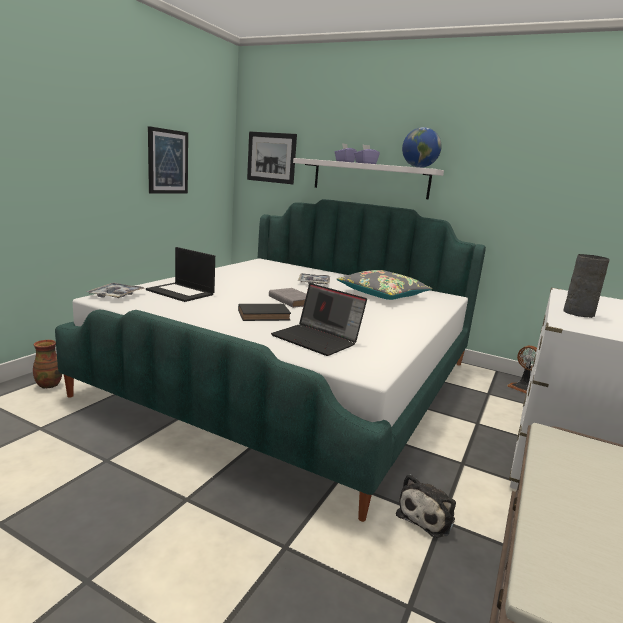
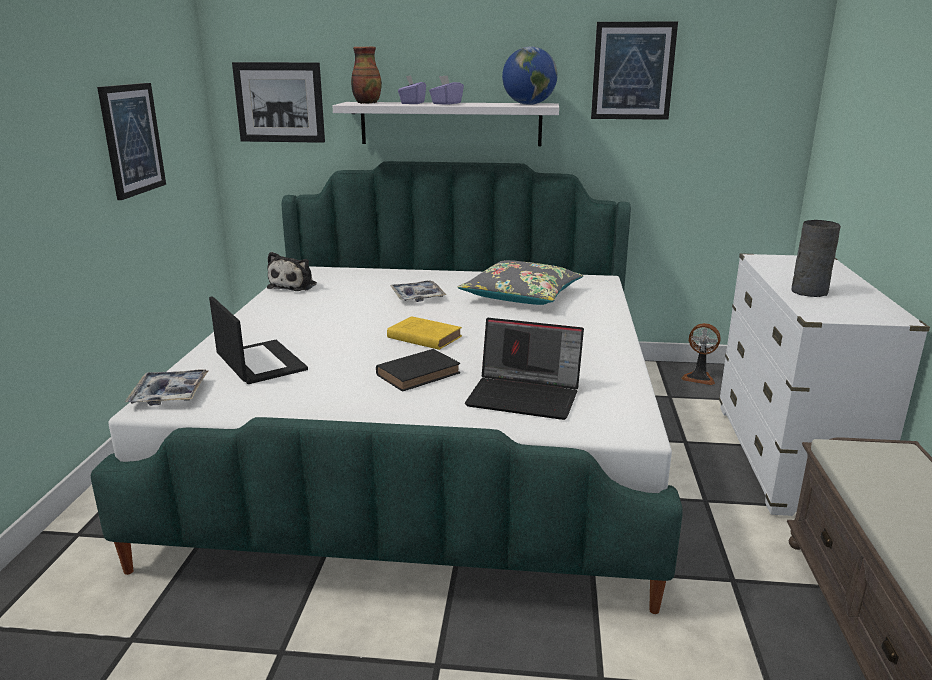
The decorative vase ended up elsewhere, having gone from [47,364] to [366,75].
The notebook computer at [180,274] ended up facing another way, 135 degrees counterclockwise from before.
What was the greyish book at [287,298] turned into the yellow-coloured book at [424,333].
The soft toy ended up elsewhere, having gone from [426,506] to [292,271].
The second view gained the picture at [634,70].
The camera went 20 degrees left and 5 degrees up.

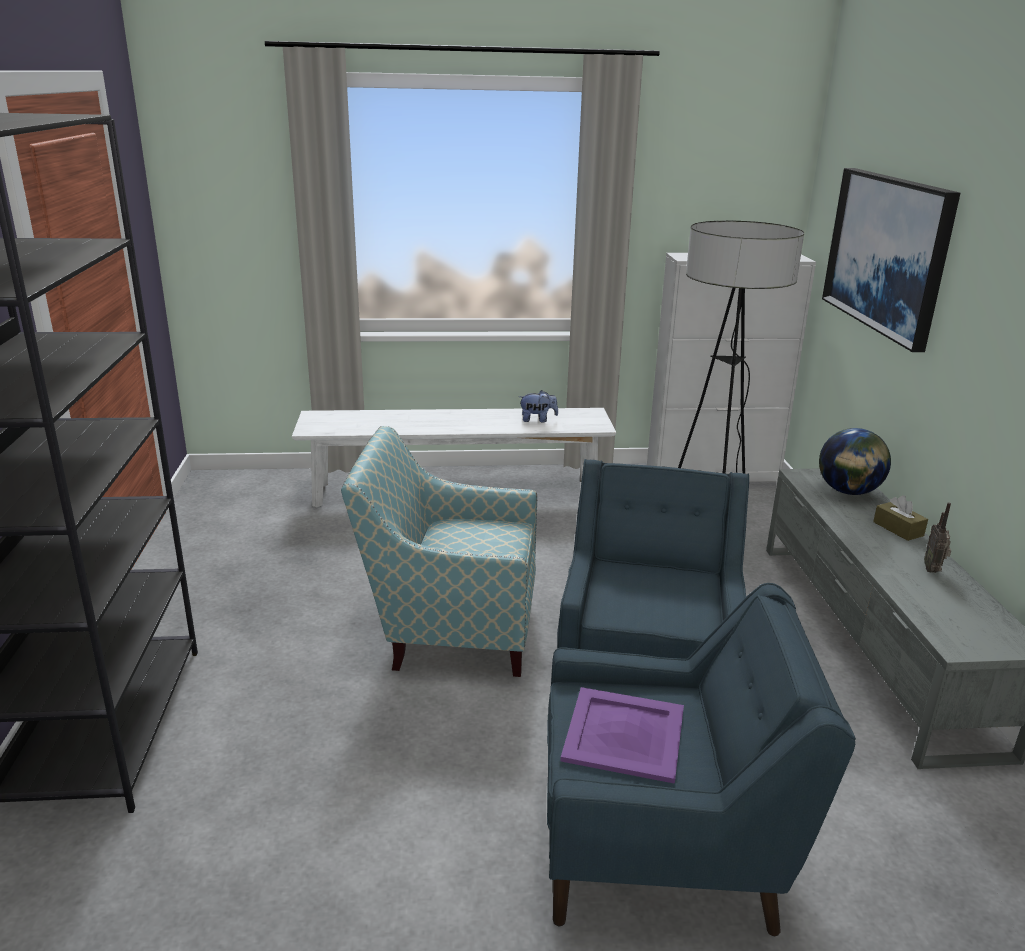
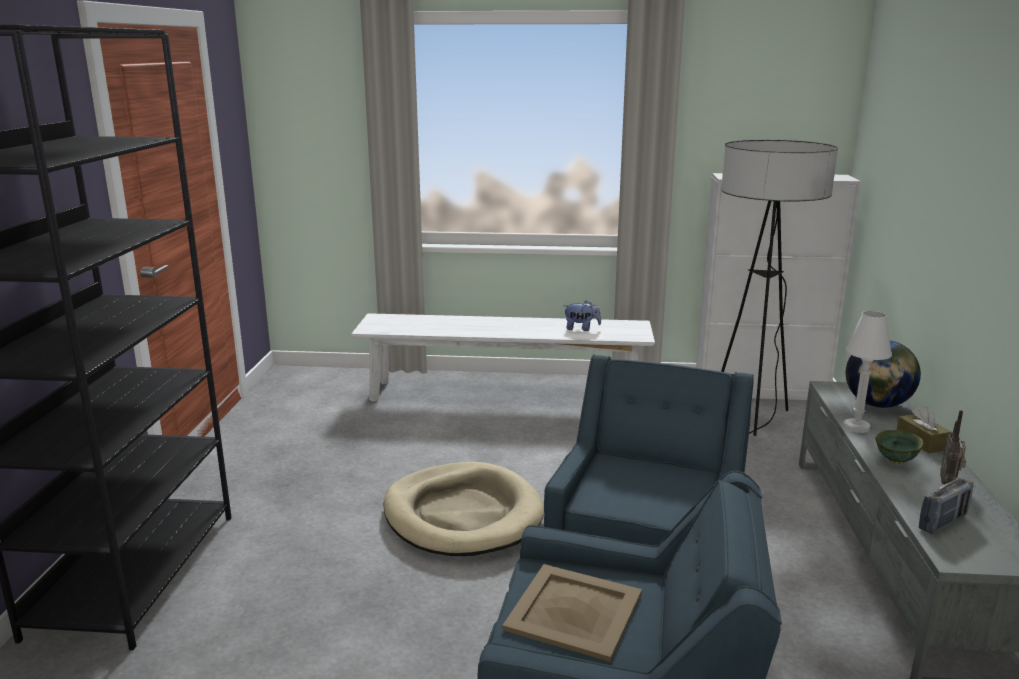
Where the armchair stood at [439,551], the beige dog bed came to stand at [463,509].
What was the purple serving tray at [622,735] turned into the beige serving tray at [572,613].
The second view lost the picture at [891,260].
The second view gained the white-coloured table lamp at [867,372].
The second view gained the greenish bowl at [899,447].
The second view gained the radio receiver at [946,506].
The camera went 10 degrees right and 5 degrees down.

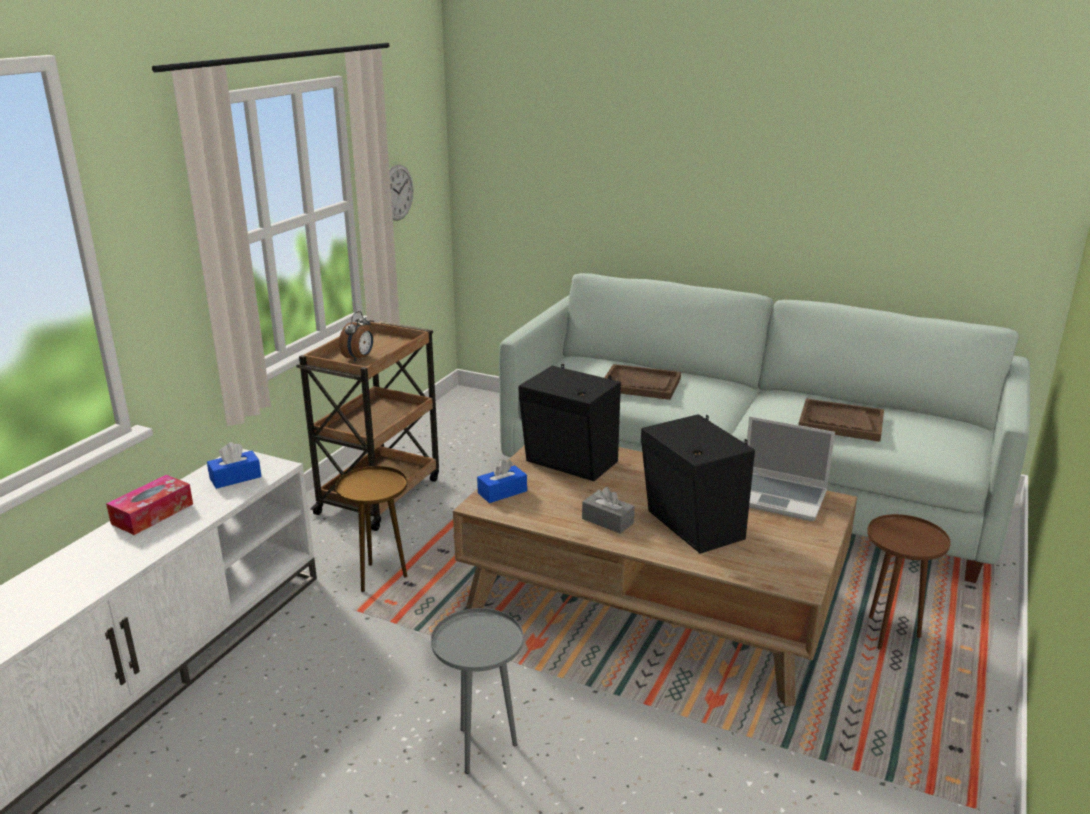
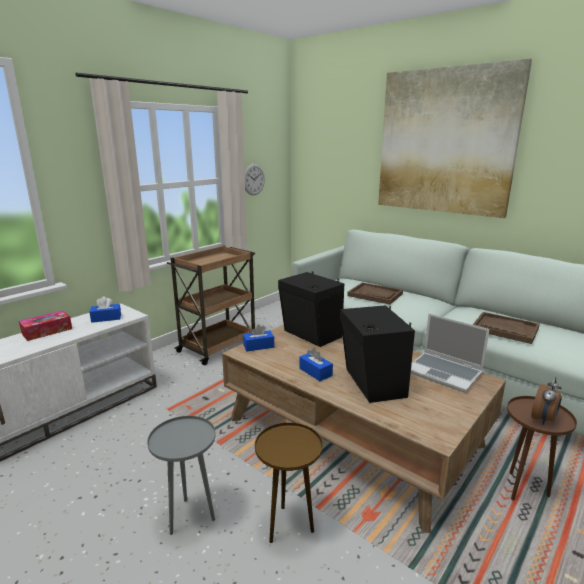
The brown accent table ended up elsewhere, having gone from [371,529] to [289,482].
The alarm clock ended up elsewhere, having gone from [356,336] to [546,400].
What was the greyish tissue holder at [608,510] turned into the blue-coloured tissue holder at [316,364].
The second view gained the picture at [455,138].
The camera went 15 degrees right and 5 degrees down.

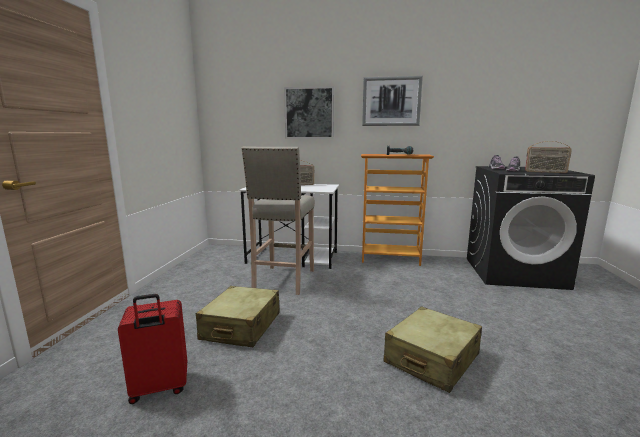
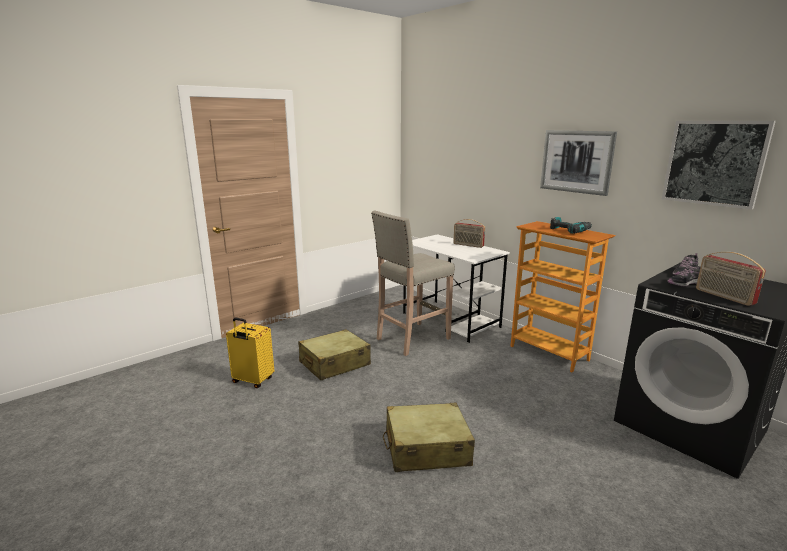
What was the red-coloured suitcase at [152,349] turned into the yellow-coloured suitcase at [250,353].
The picture ended up elsewhere, having gone from [309,112] to [719,165].
The camera went 40 degrees right and 5 degrees up.

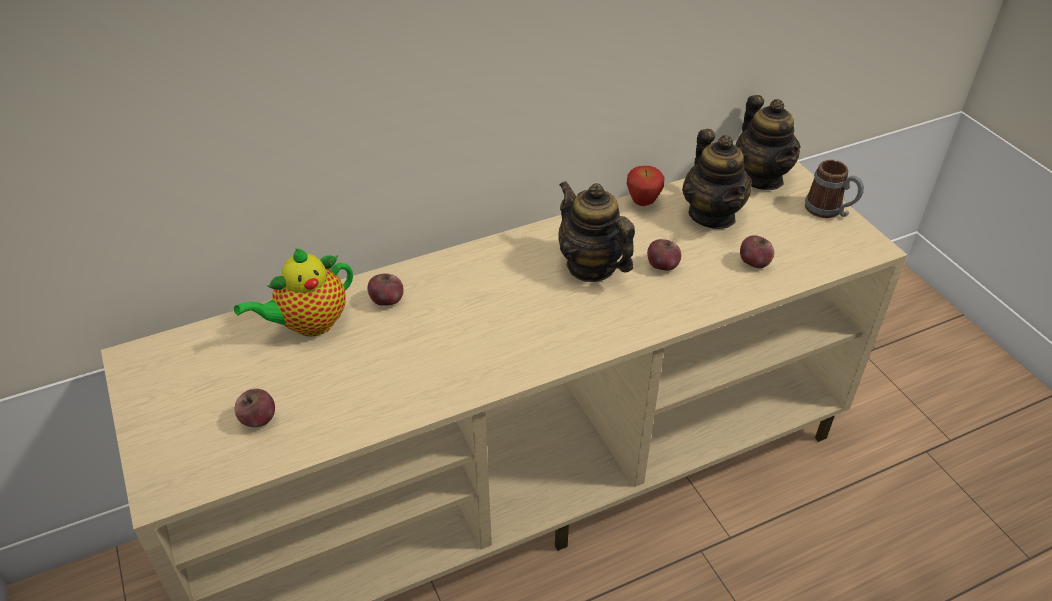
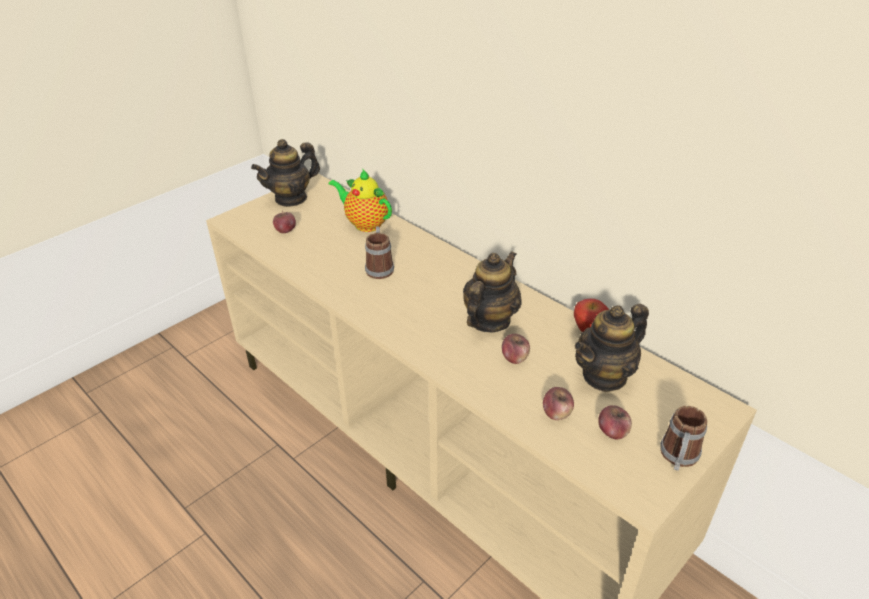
The apple ended up elsewhere, having gone from [385,290] to [615,422].
The tea pot ended up elsewhere, having gone from [767,142] to [285,173].
The second view gained the mug at [379,253].
The camera went 70 degrees right and 5 degrees down.

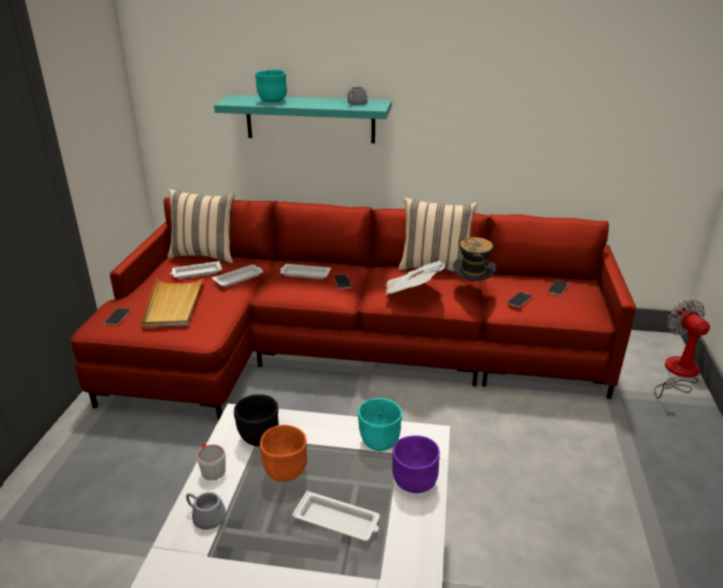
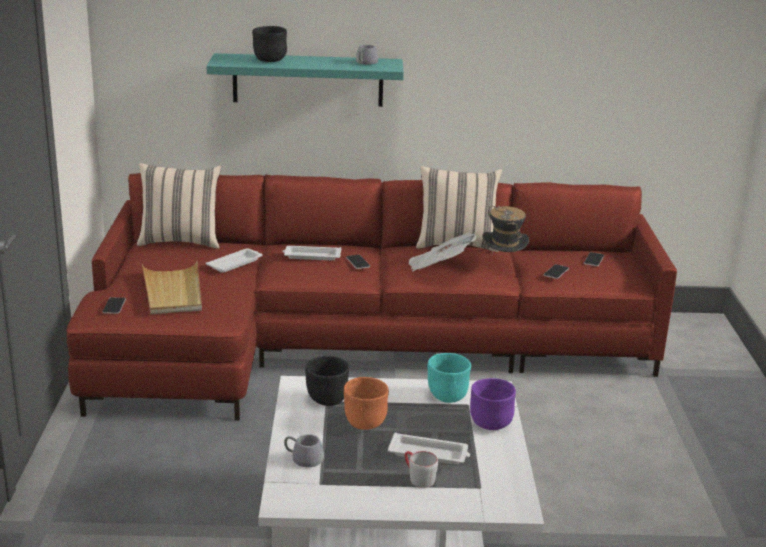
The second view lost the white-coloured serving tray at [196,270].
The greyish mug ended up elsewhere, having gone from [211,461] to [421,469].
What was the turquoise-coloured bowl at [271,86] turned into the blackish bowl at [269,44].
The second view lost the fan at [682,348].
The camera went 10 degrees left and 5 degrees down.

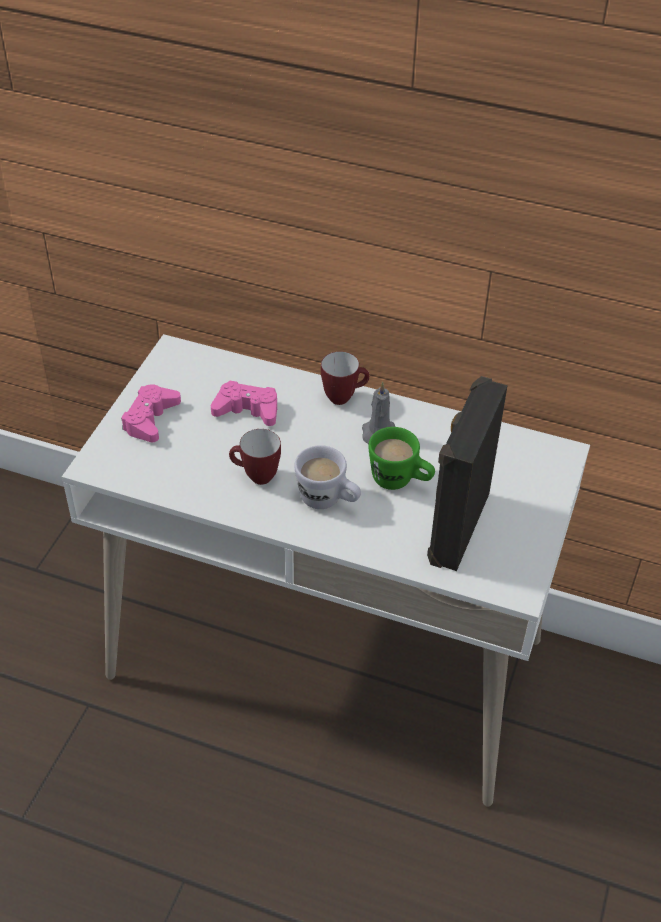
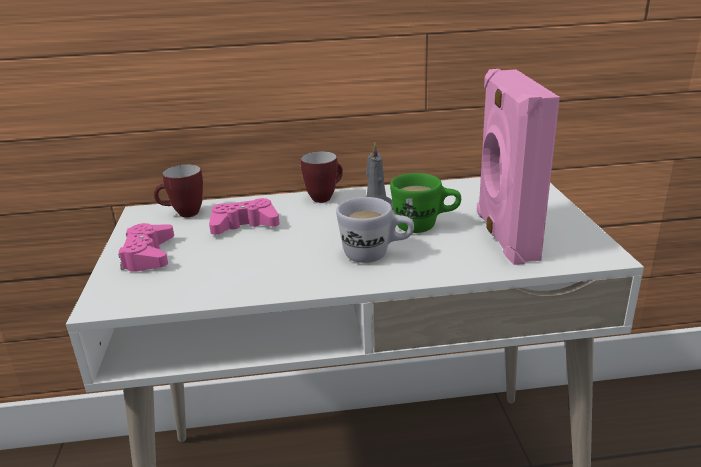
The mug ended up elsewhere, having gone from [255,457] to [178,191].
What was the blackish speaker at [467,473] turned into the pinkish speaker at [518,167].
The camera went 25 degrees left and 20 degrees down.

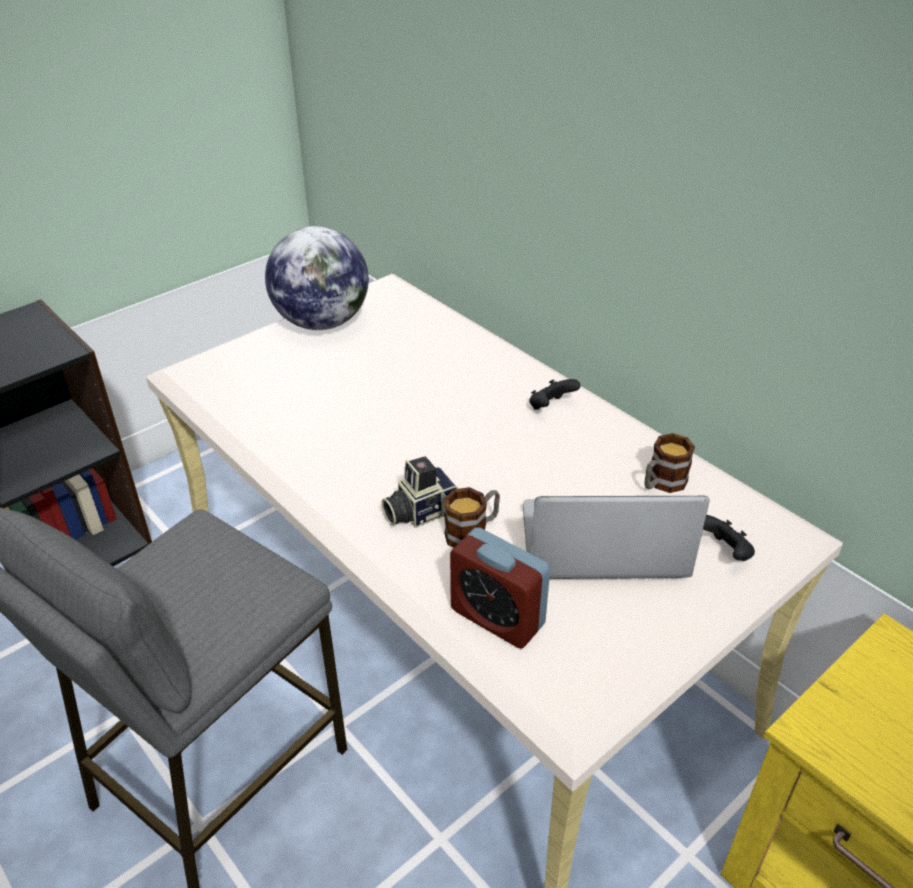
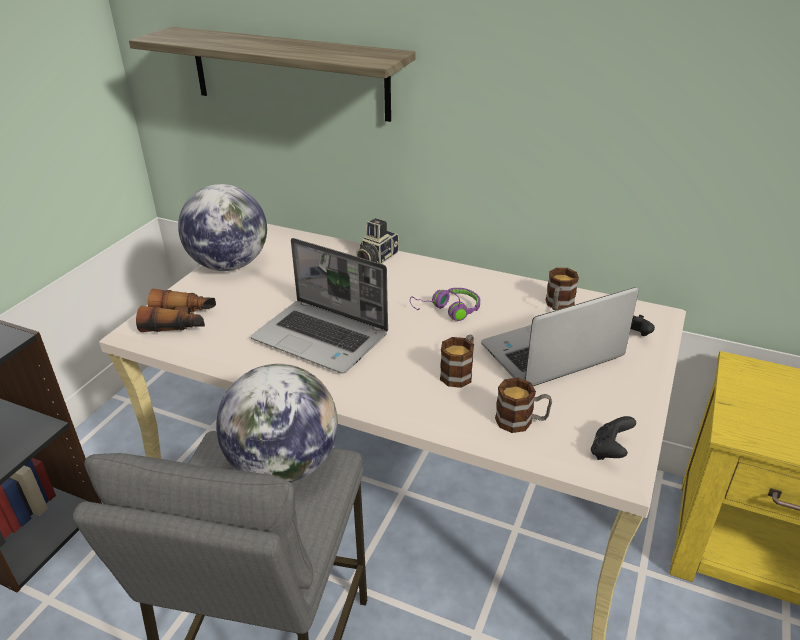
The still camera ended up elsewhere, having gone from [419,492] to [377,241].
Where the alarm clock stood at [500,588], the mug came to stand at [523,405].
The blackish joypad ended up elsewhere, having gone from [555,394] to [613,438].
The second view gained the bracket shelf at [272,74].
The second view gained the pair of binoculars at [176,310].
The second view gained the world globe at [277,423].
The second view gained the notebook computer at [319,306].
The second view gained the purple headset at [445,304].
The camera went 25 degrees left and 5 degrees down.

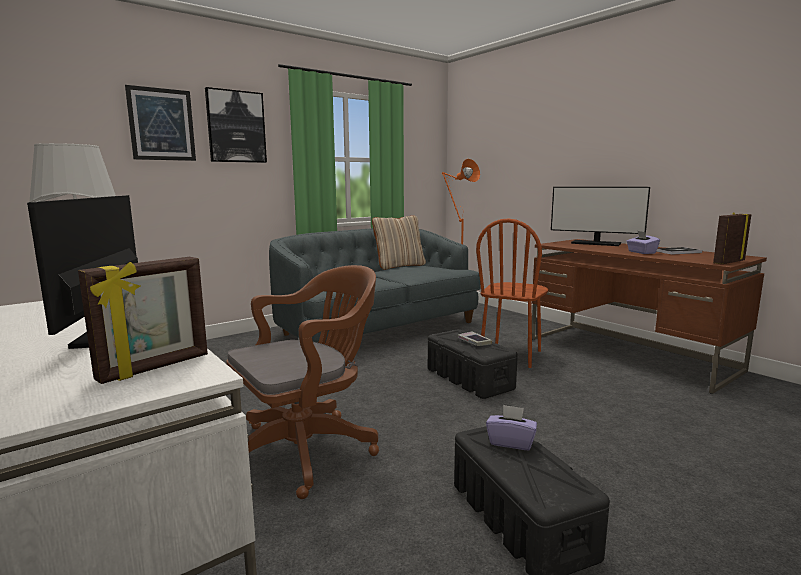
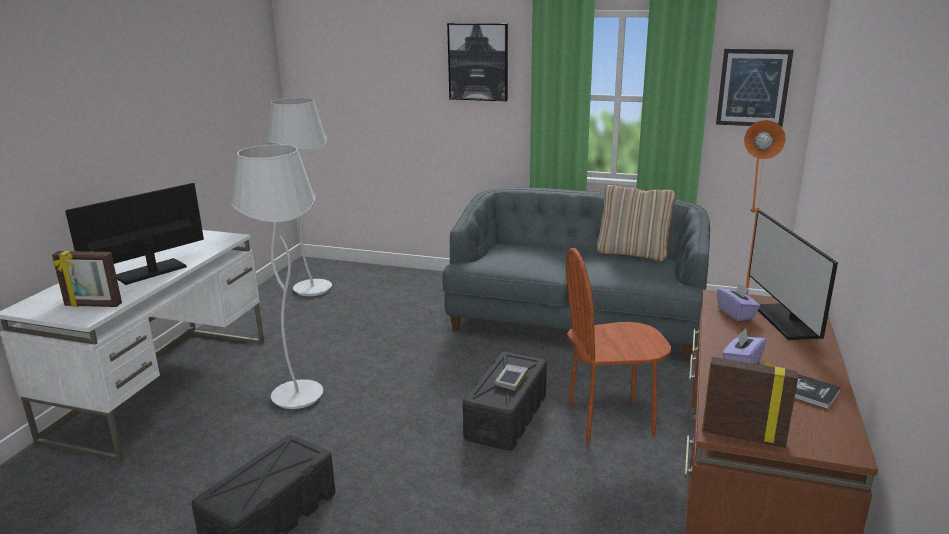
The picture ended up elsewhere, having gone from [160,123] to [755,87].
Where the brown computer chair stood at [302,382], the white-coloured floor lamp came to stand at [277,276].
The purple tissue holder ended up elsewhere, having gone from [511,427] to [738,301].
The camera went 55 degrees right and 10 degrees up.

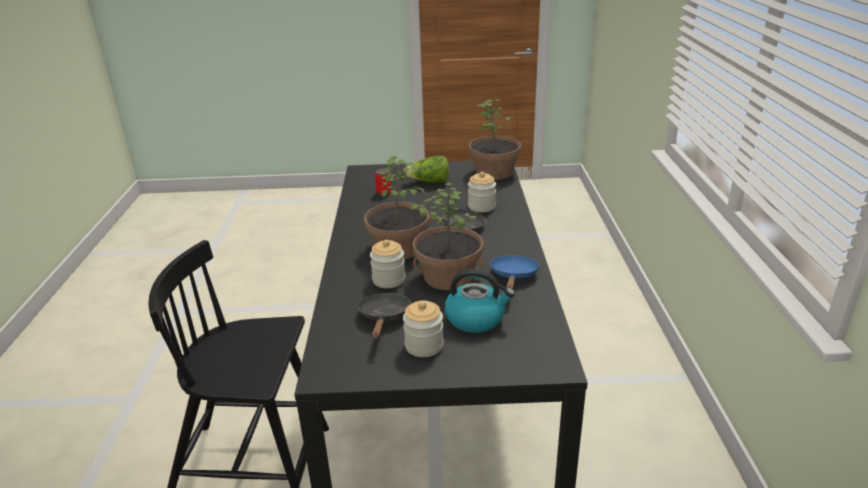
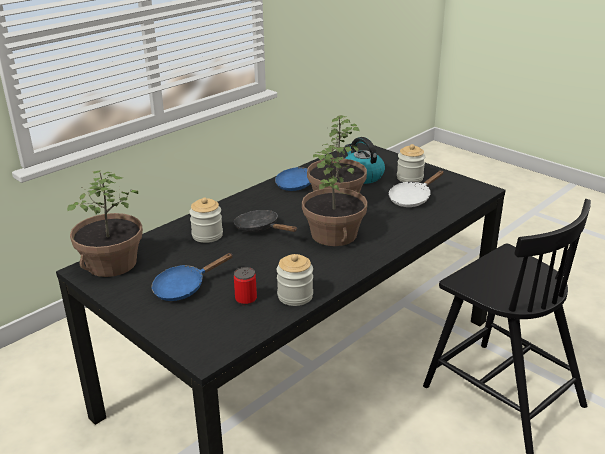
What was the blackish frying pan at [384,316] turned into the white-coloured frying pan at [416,189].
The preserve jar ended up elsewhere, having gone from [388,264] to [295,280].
Where the head of lettuce stood at [427,169], the blue-coloured frying pan came to stand at [192,277].
The camera went 135 degrees left and 0 degrees up.

